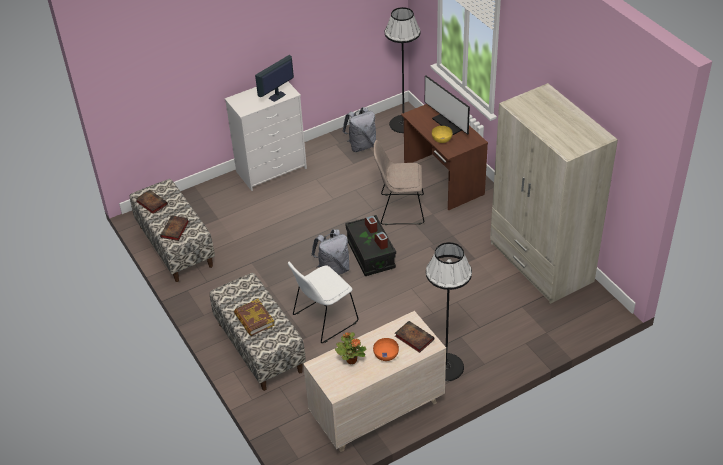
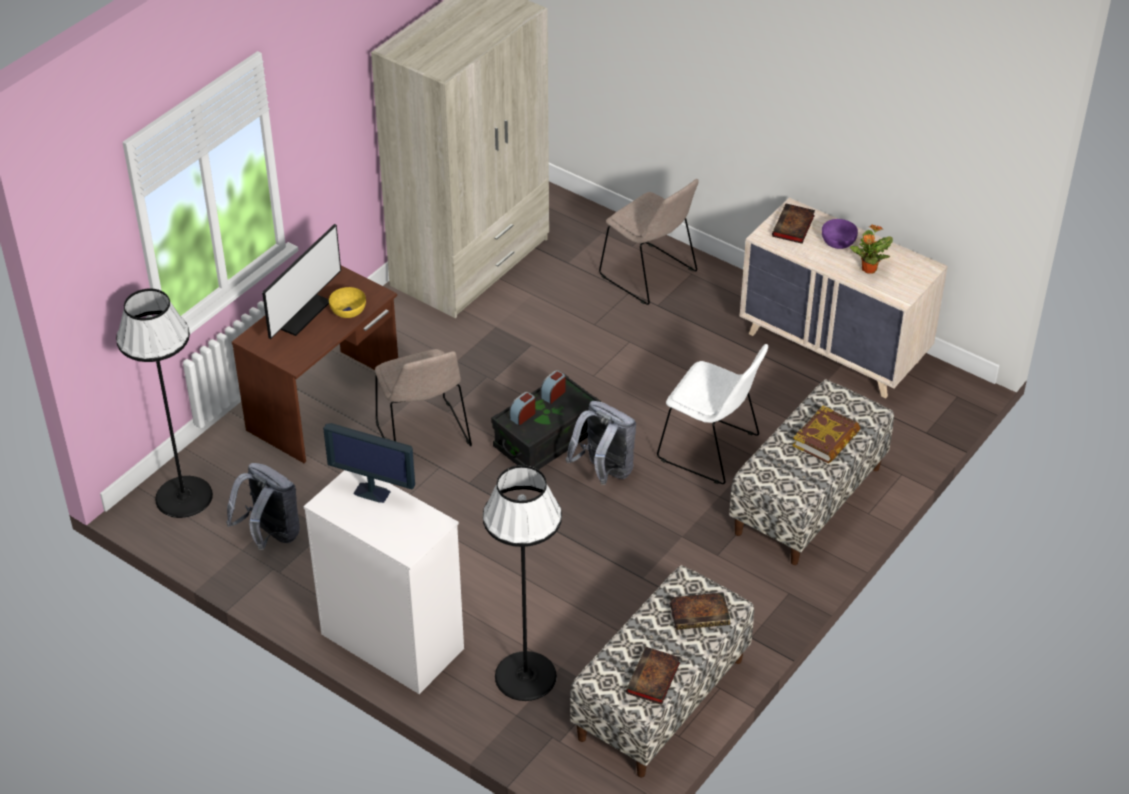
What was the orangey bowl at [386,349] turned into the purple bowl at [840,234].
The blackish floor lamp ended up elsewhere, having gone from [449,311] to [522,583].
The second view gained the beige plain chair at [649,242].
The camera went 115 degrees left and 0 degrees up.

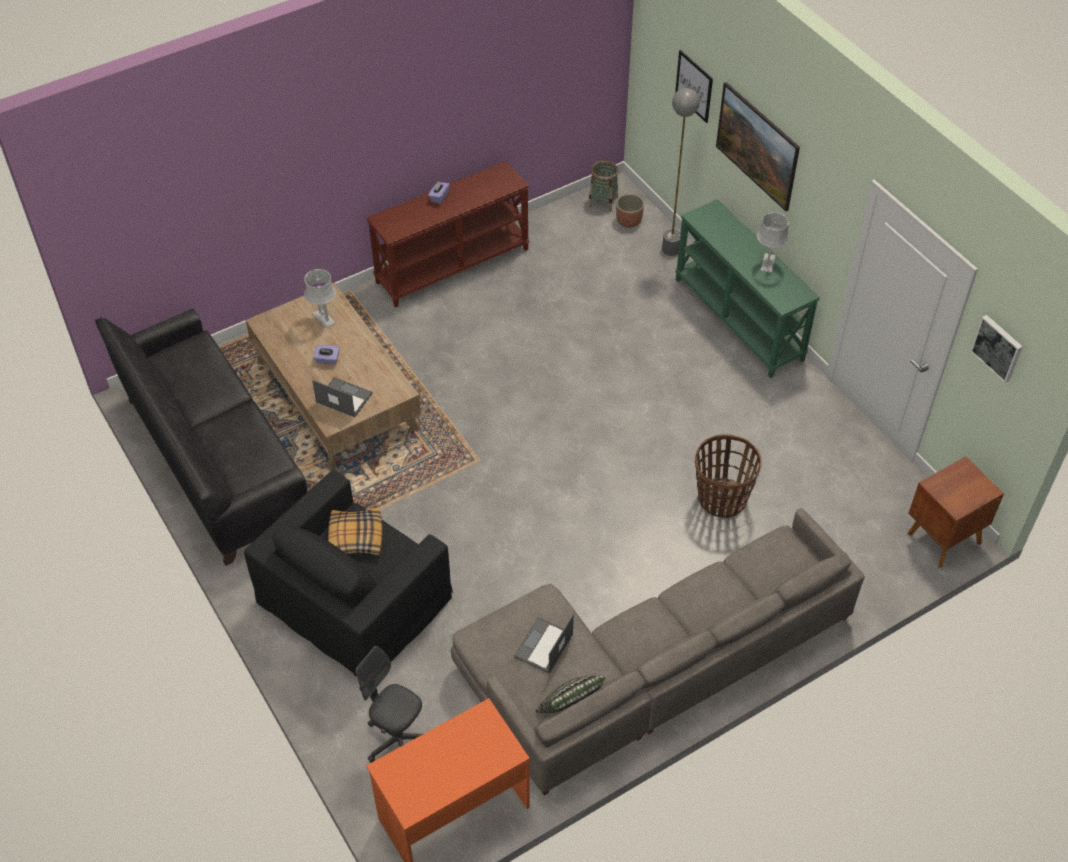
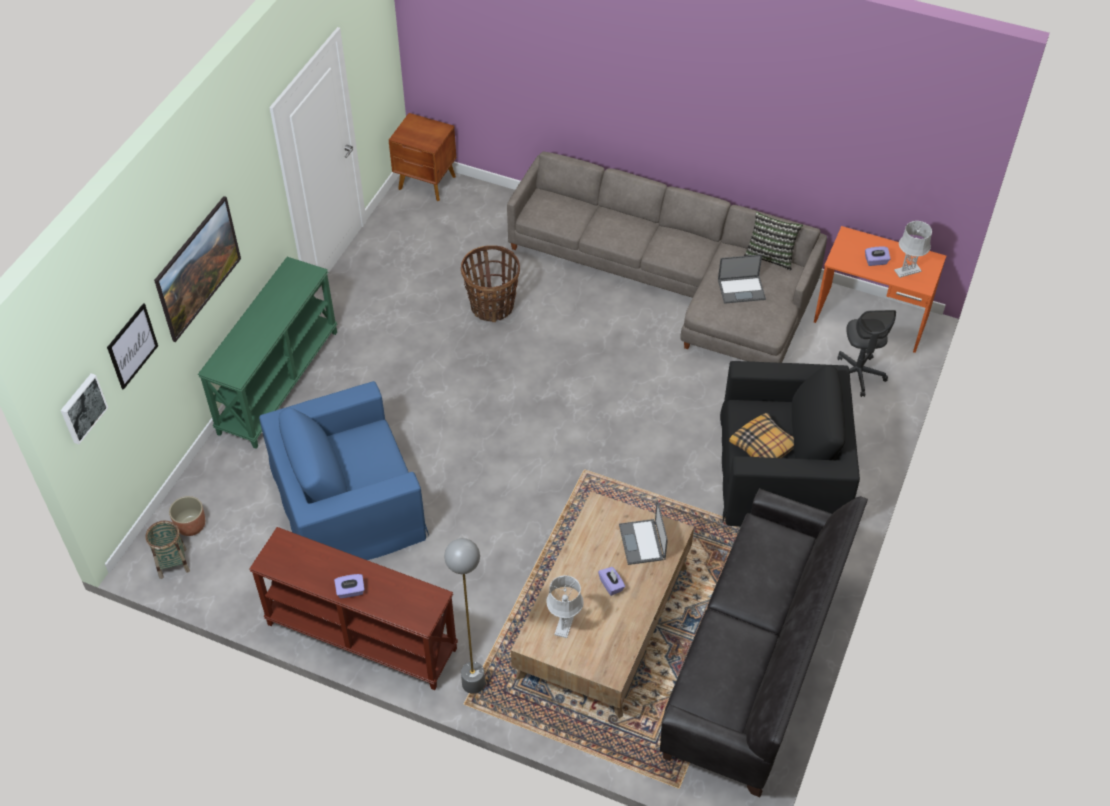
The greyish floor lamp ended up elsewhere, having gone from [681,172] to [464,616].
The greyish table lamp ended up elsewhere, having gone from [773,242] to [913,249].
The picture ended up elsewhere, having gone from [996,349] to [84,408].
The second view gained the blue-coloured armchair at [344,470].
The second view gained the purple tissue holder at [878,256].
The camera went 125 degrees left and 0 degrees up.

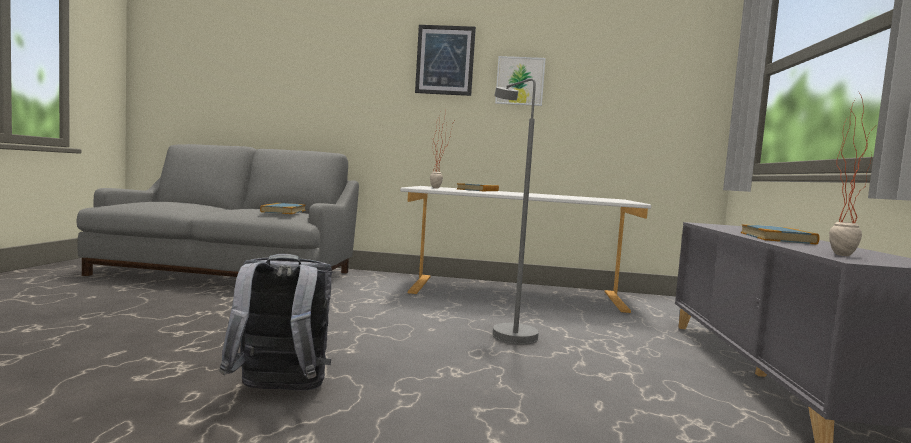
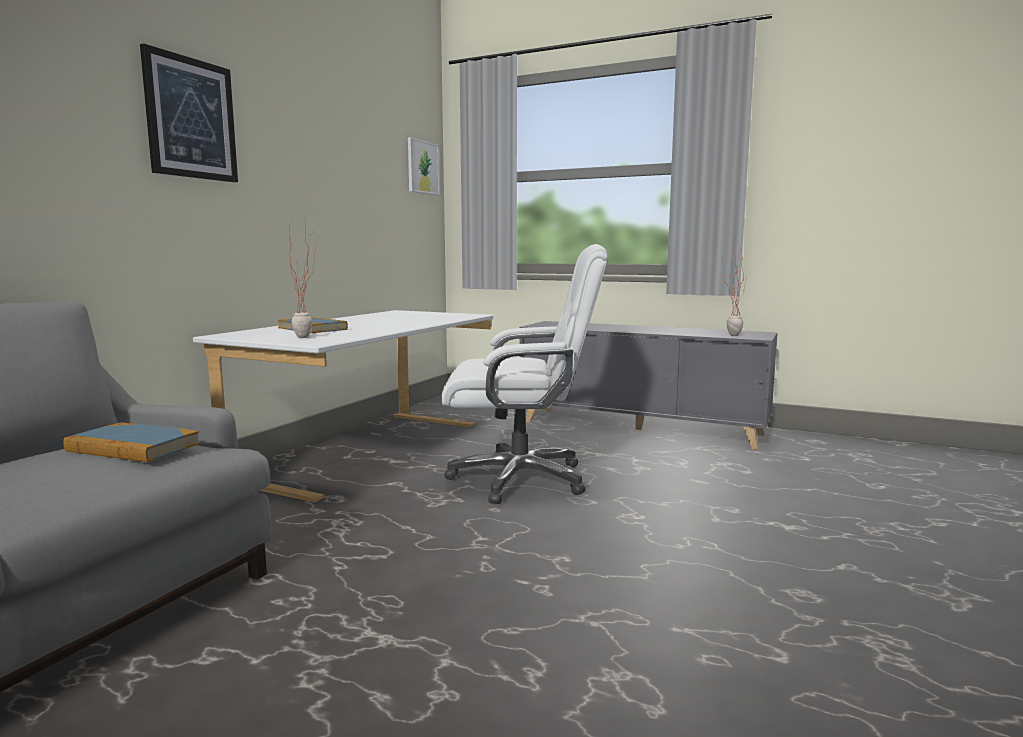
The second view lost the greyish rucksack at [275,322].
Where the greyish floor lamp stood at [516,211], the white-coloured computer chair came to stand at [524,374].
The picture ended up elsewhere, having gone from [520,81] to [423,166].
The second view lost the book at [780,234].
The camera went 70 degrees left and 5 degrees up.

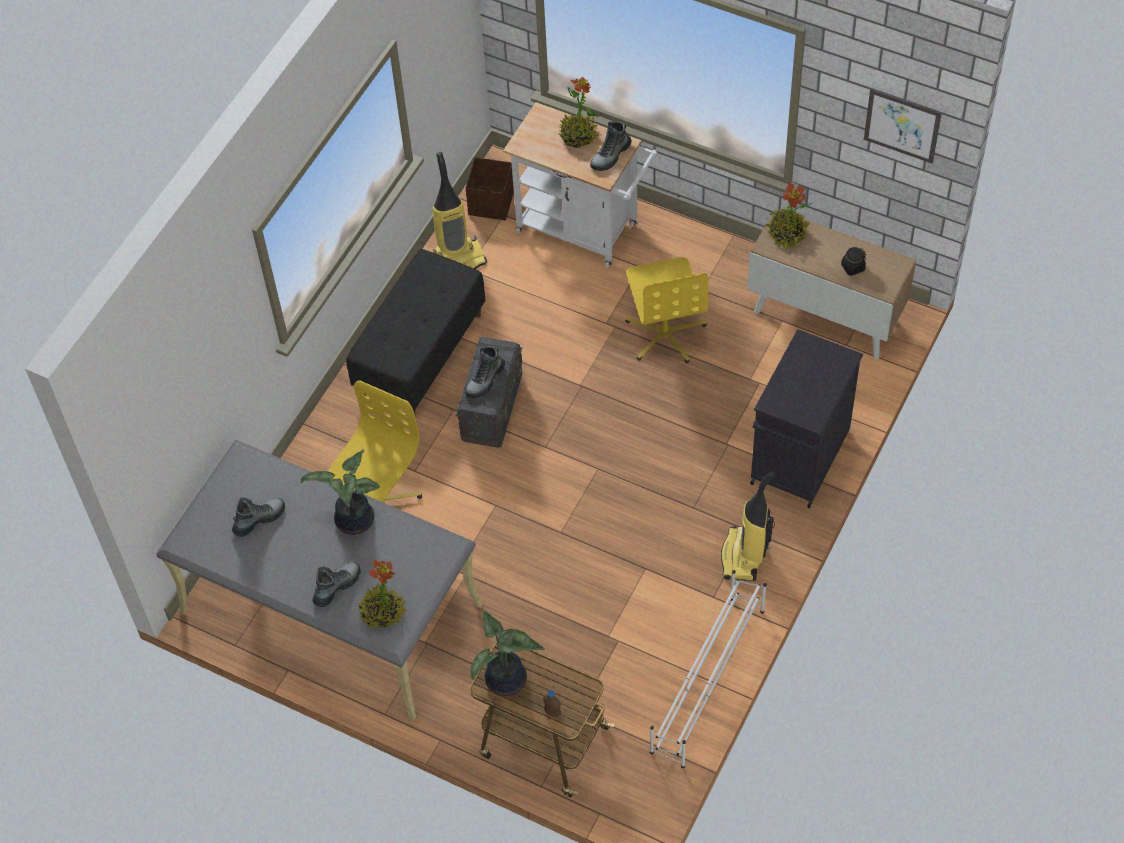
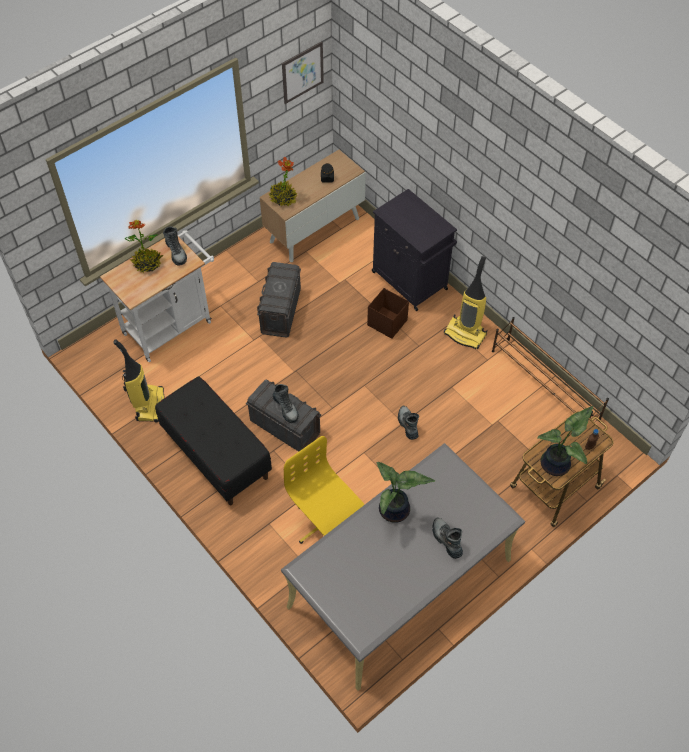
The high-top boot ended up elsewhere, having gone from [258,517] to [408,423].
The second view lost the plant in a pot at [382,594].
The brown storage container ended up elsewhere, having gone from [490,188] to [388,313].
Where the yellow-coloured computer chair stood at [667,310], the greyish storage container came to stand at [279,300].
What was the white-coloured shoe stand at [708,669] turned into the brown shoe stand at [550,370].
The camera went 70 degrees left and 0 degrees up.

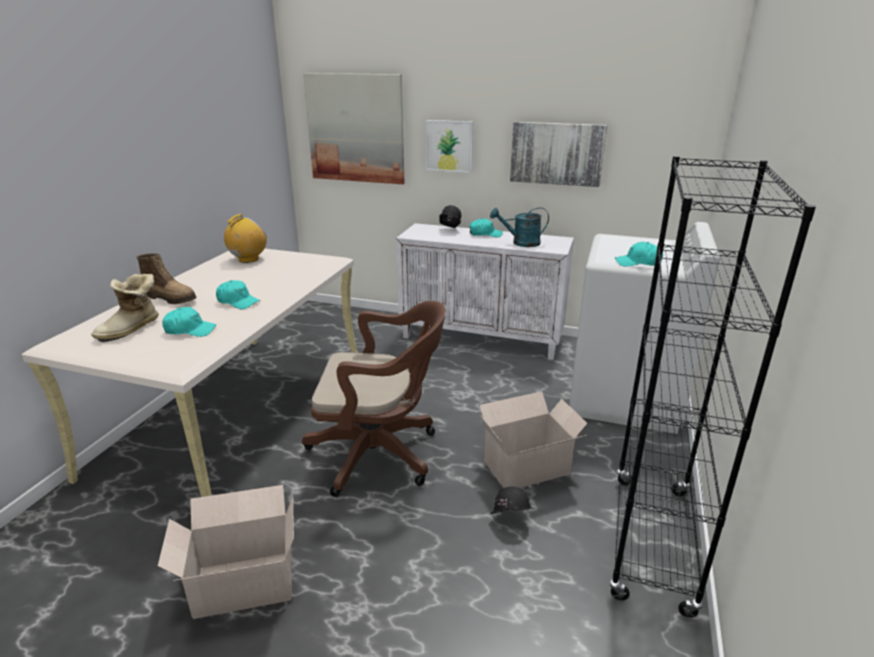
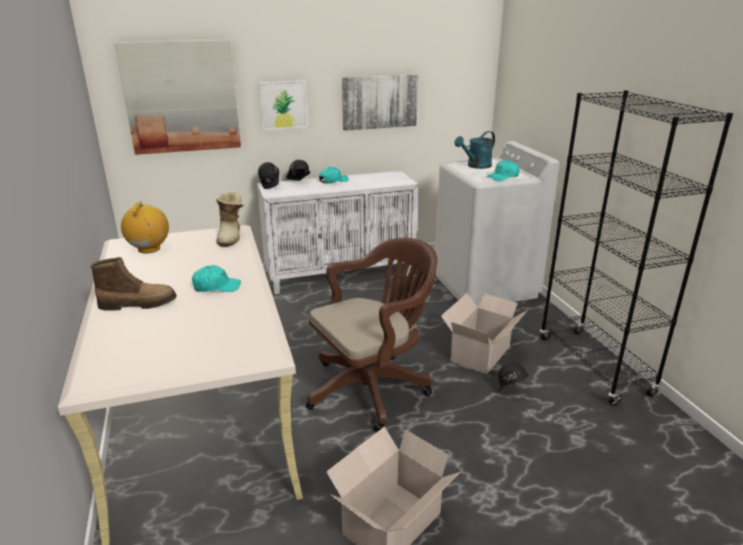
The high-top boot ended up elsewhere, having gone from [125,308] to [230,219].
The second view lost the turquoise-coloured peaked cap at [189,322].
The turquoise-coloured watering pot ended up elsewhere, having gone from [519,227] to [474,150].
The second view gained the blackish work helmet at [268,175].
The camera went 35 degrees left and 0 degrees up.

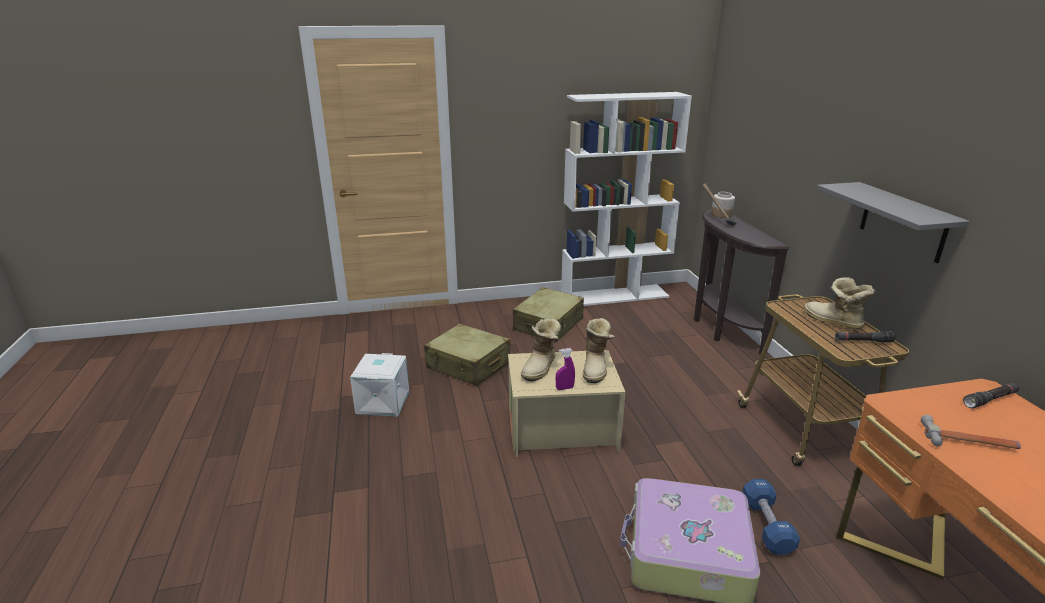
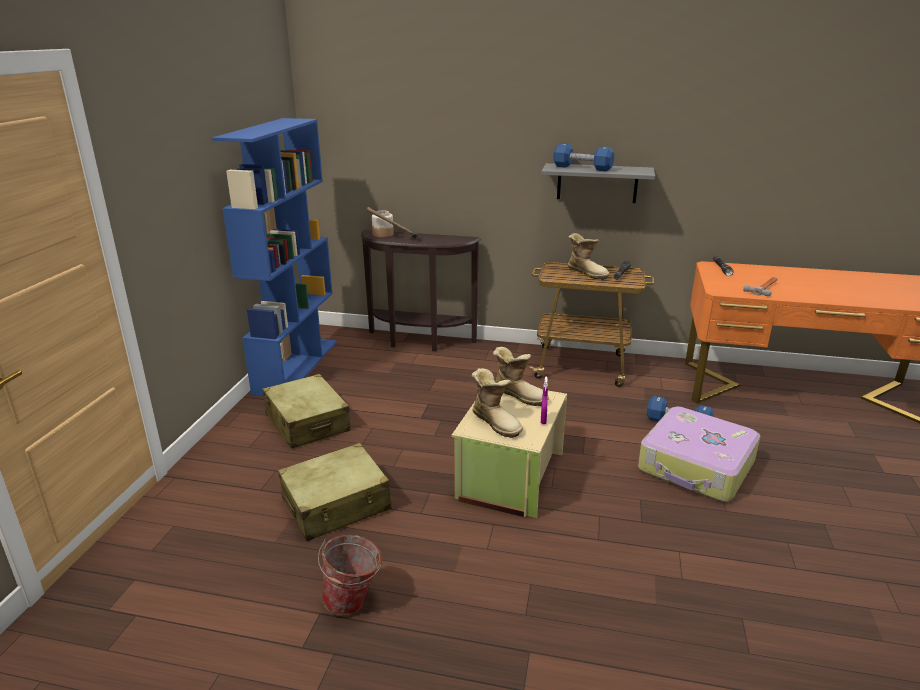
Where the white-coloured storage container stood at [379,385], the bucket came to stand at [350,575].
What was the white-coloured bookcase at [626,199] turned into the blue-coloured bookcase at [274,257].
The high-top boot at [840,303] ended up facing another way, 120 degrees counterclockwise from before.
The second view gained the blue-coloured dumbbell at [583,157].
The camera went 65 degrees left and 0 degrees up.

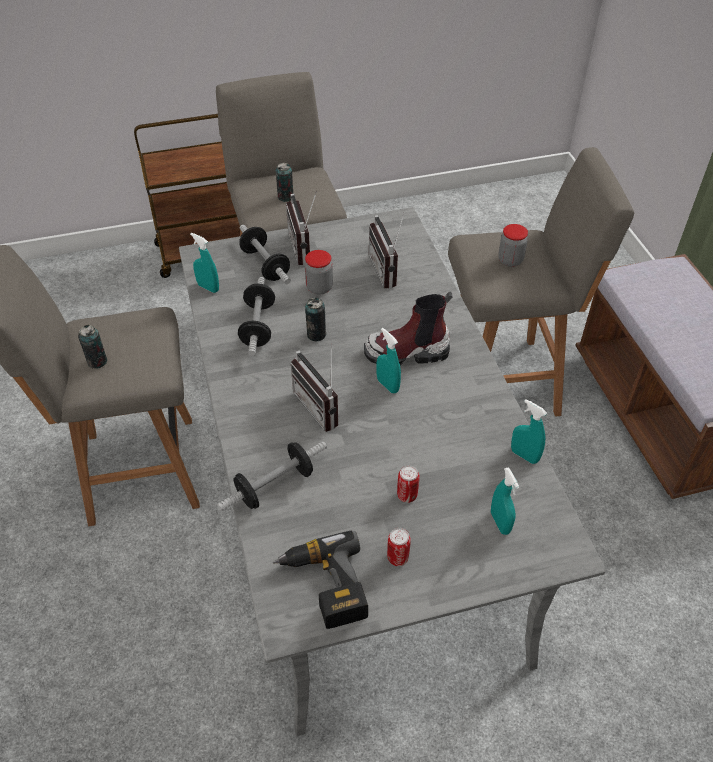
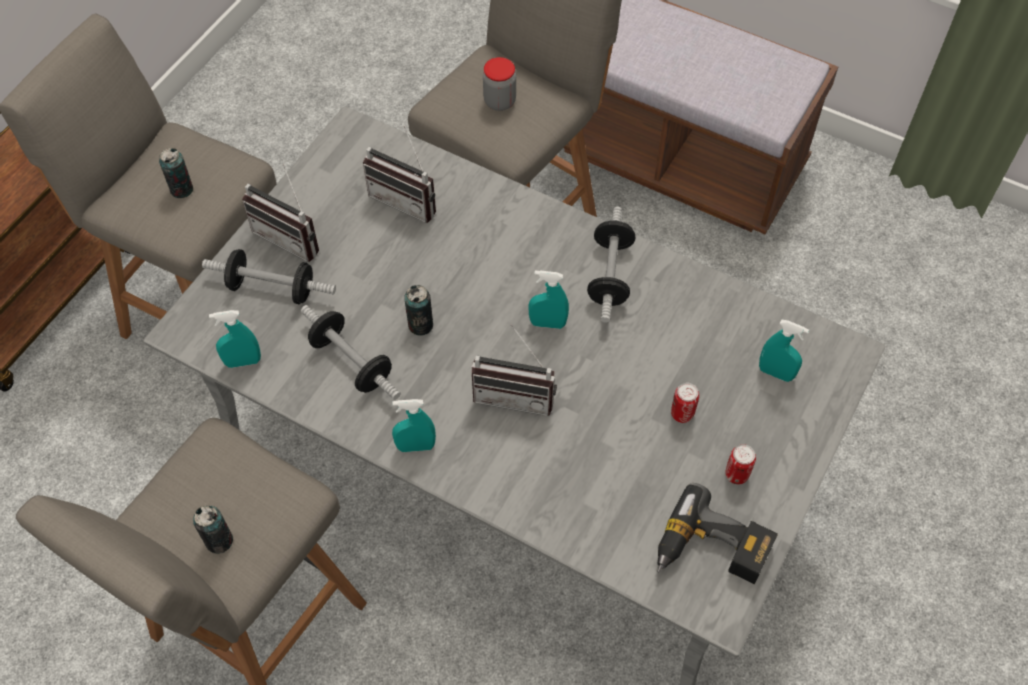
The dumbbell ended up elsewhere, having gone from [272,476] to [611,265].
The second view lost the preserve jar at [319,272].
The second view lost the high-top boot at [408,329].
The turquoise-coloured sprayer ended up elsewhere, having gone from [529,431] to [414,425].
The camera went 45 degrees left and 10 degrees up.

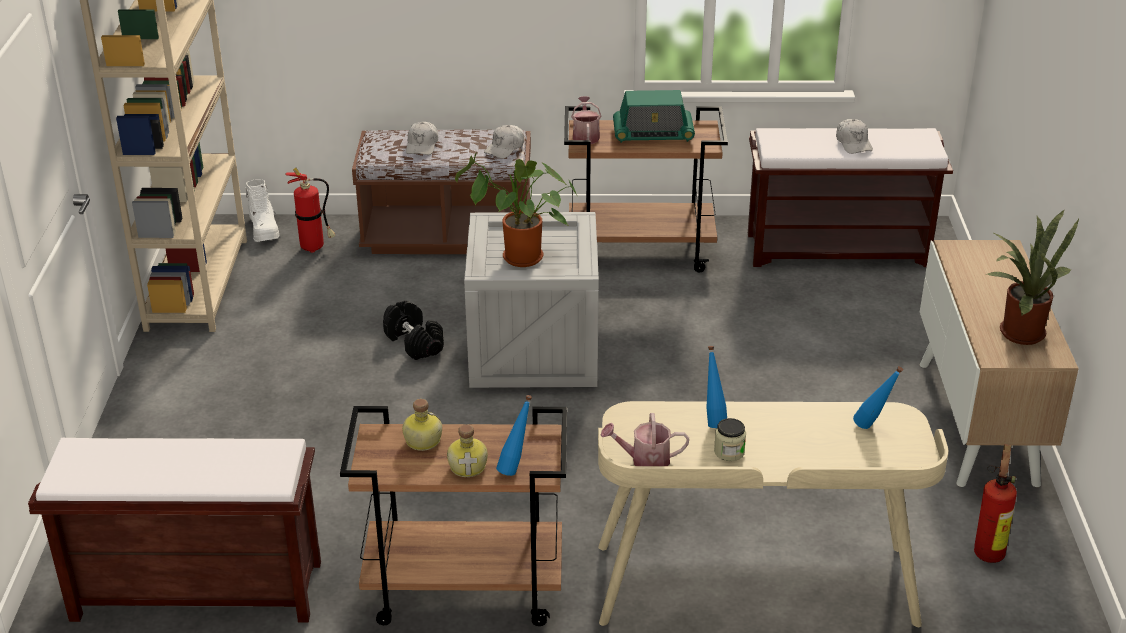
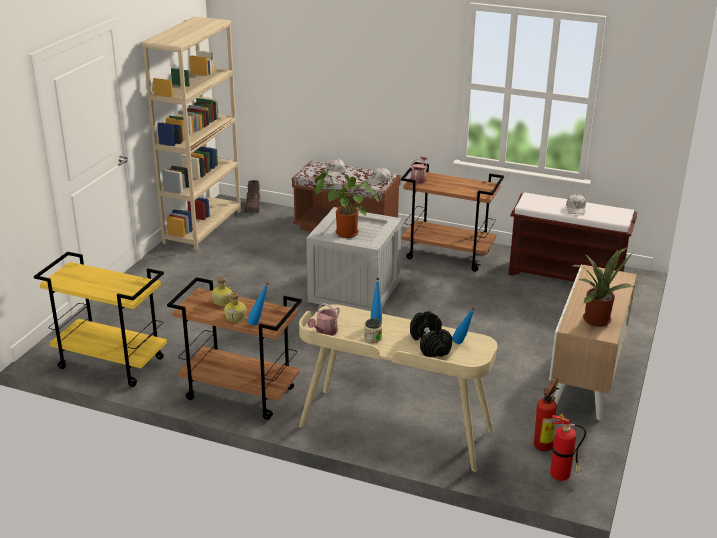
Where the brown bench stood at [174,530], the yellow-coloured cart came to stand at [100,319].
What was the white-coloured high-top boot at [262,210] turned into the brown high-top boot at [253,196].
The fire-fighting cylinder ended up elsewhere, having gone from [310,210] to [568,447].
The blackish dumbbell ended up elsewhere, having gone from [413,330] to [431,334].
The watering pot at [645,439] ended up facing another way, 75 degrees counterclockwise from before.
The second view lost the radio receiver at [654,116].
The camera went 20 degrees right and 5 degrees down.

